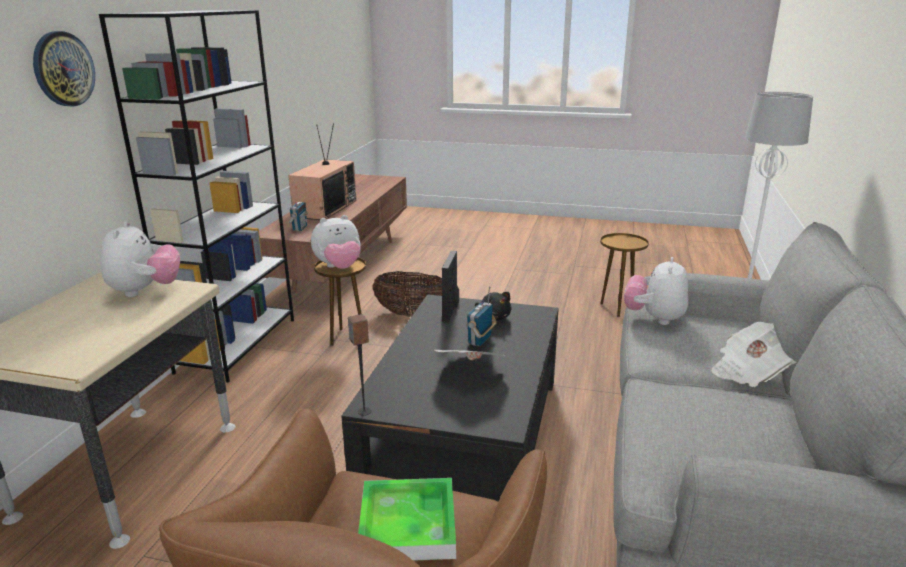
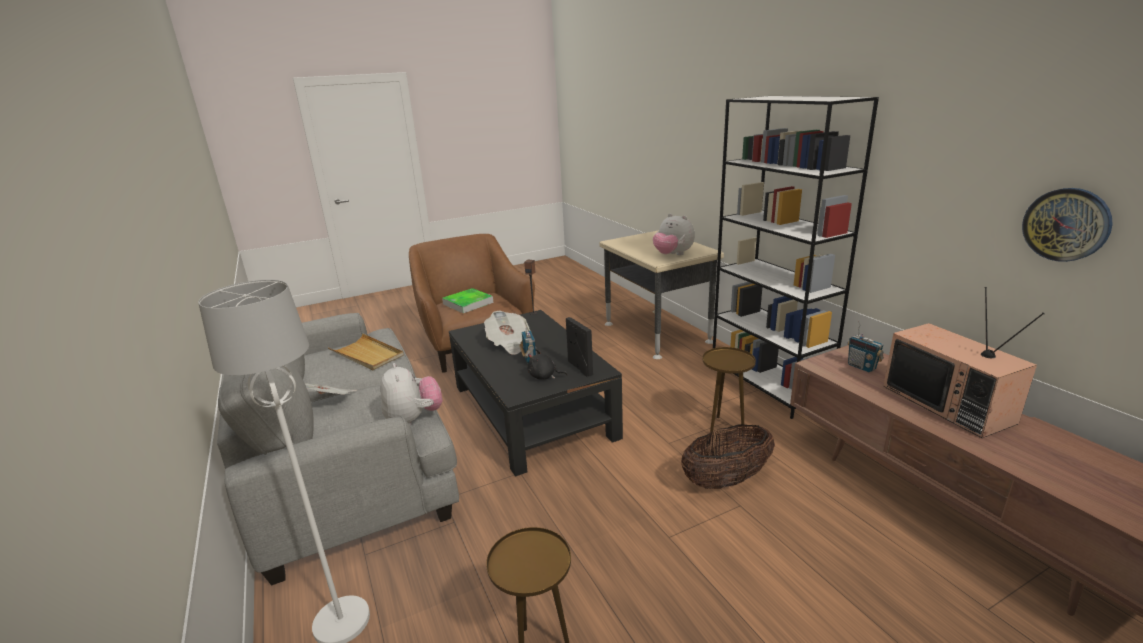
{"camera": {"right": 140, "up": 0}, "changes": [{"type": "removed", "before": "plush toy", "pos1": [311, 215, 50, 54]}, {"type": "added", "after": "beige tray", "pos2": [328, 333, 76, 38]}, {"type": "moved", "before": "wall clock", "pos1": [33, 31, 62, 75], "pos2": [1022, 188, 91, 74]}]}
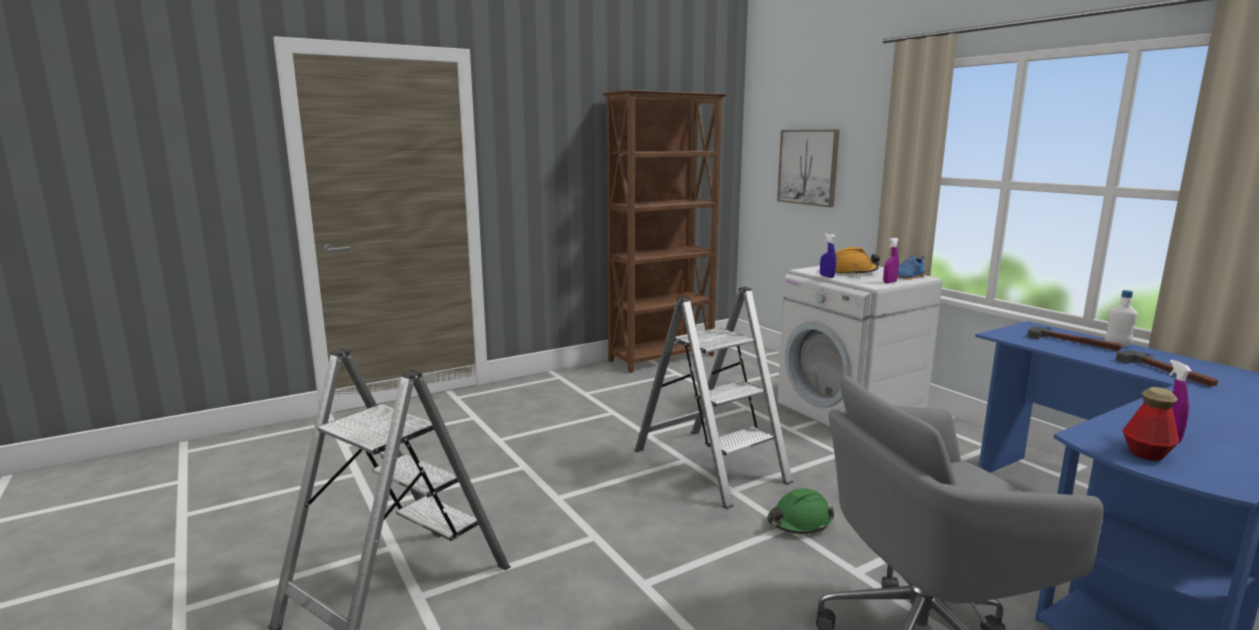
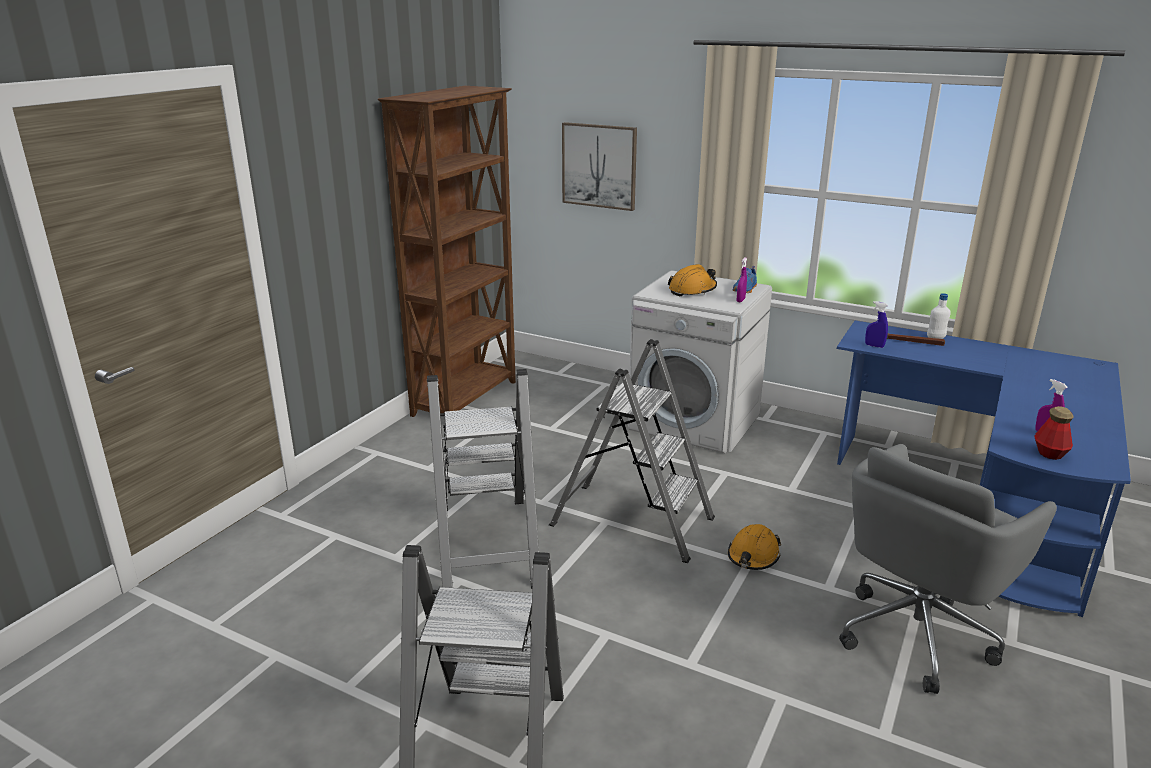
{"camera": {"right": -30, "up": 10}, "changes": [{"type": "removed", "before": "hammer", "pos1": [1116, 350, 102, 36]}, {"type": "added", "after": "grey step ladder", "pos2": [427, 369, 112, 220]}, {"type": "moved", "before": "blue spray bottle", "pos1": [820, 233, 16, 45], "pos2": [865, 301, 23, 47]}, {"type": "recoloured", "before": "green hard hat", "after": "orange hard hat", "pos1": [767, 489, 67, 45], "pos2": [728, 524, 53, 46]}]}
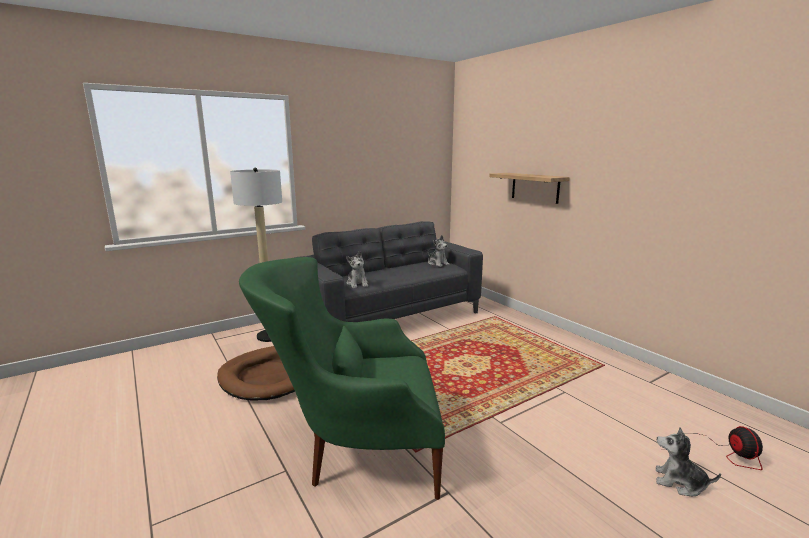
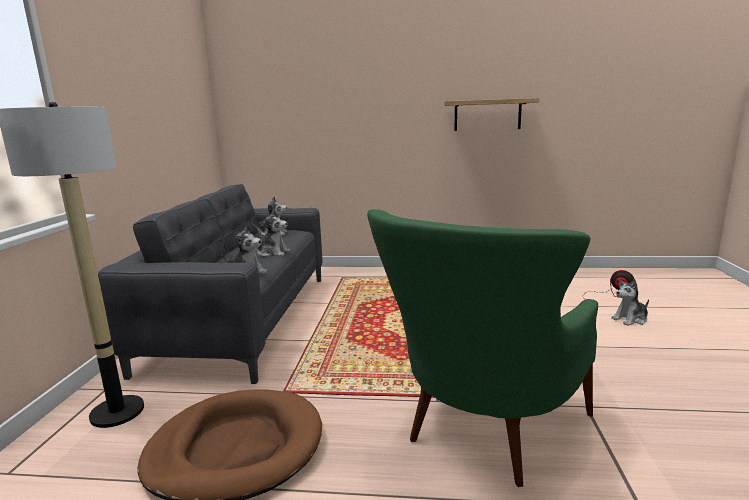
{"camera": {"right": -50, "up": 0}, "changes": [{"type": "added", "after": "plush toy", "pos2": [255, 209, 35, 48]}, {"type": "moved", "before": "shelf", "pos1": [489, 173, 81, 31], "pos2": [444, 98, 96, 33]}]}
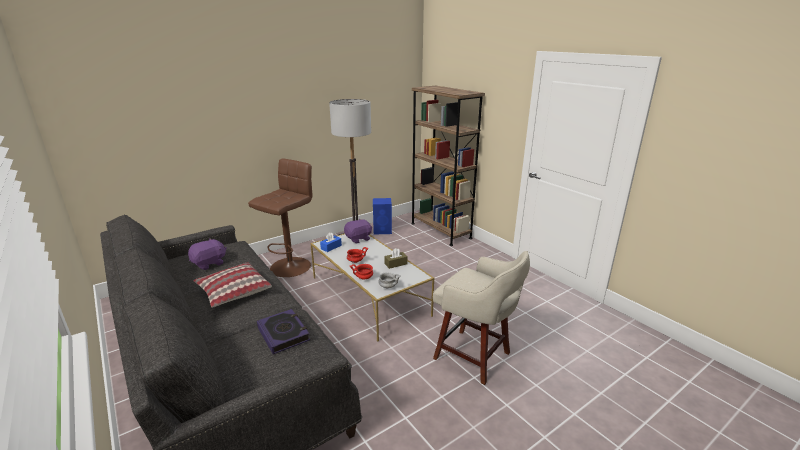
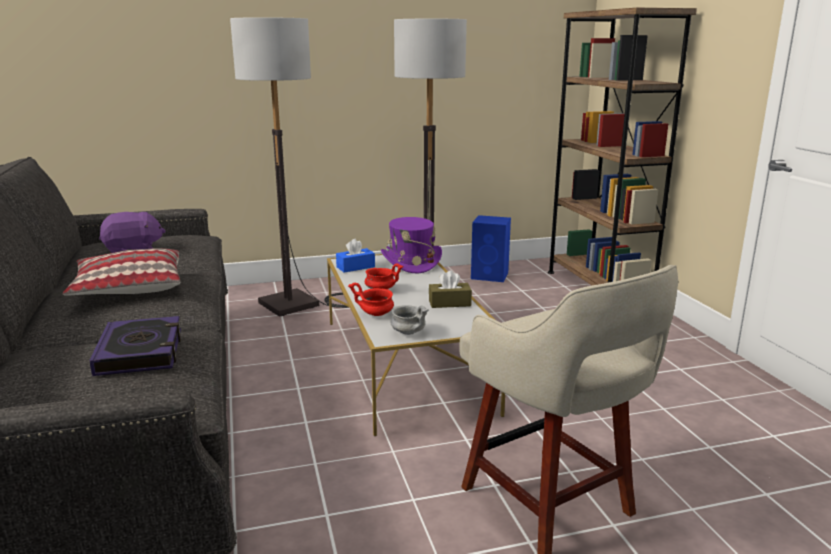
{"camera": {"right": 20, "up": -5}, "changes": [{"type": "replaced", "before": "brown stool", "after": "floor lamp", "pos1": [248, 158, 64, 119], "pos2": [230, 17, 118, 300]}, {"type": "replaced", "before": "purple plush toy", "after": "purple hat", "pos1": [344, 218, 28, 26], "pos2": [381, 217, 61, 56]}]}
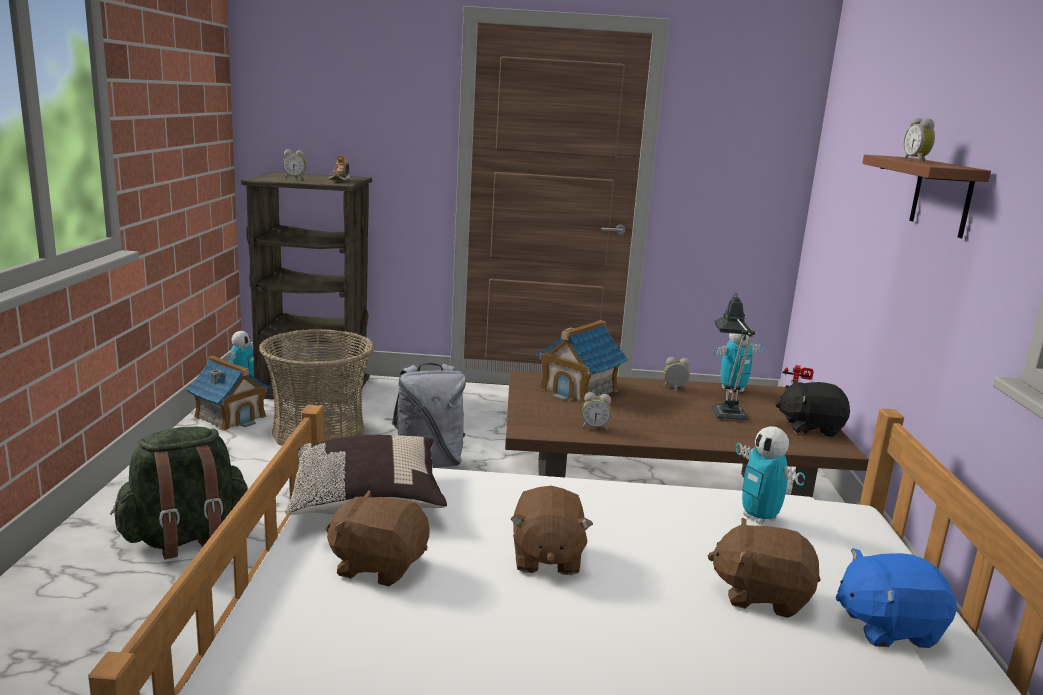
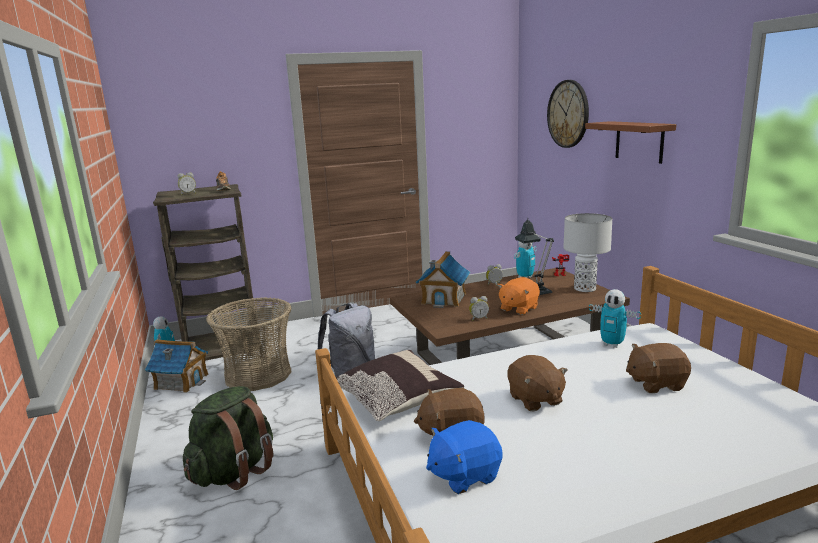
{"camera": {"right": -20, "up": 0}, "changes": [{"type": "removed", "before": "alarm clock", "pos1": [904, 118, 31, 44]}, {"type": "added", "after": "orange plush toy", "pos2": [497, 277, 43, 38]}, {"type": "added", "after": "wall clock", "pos2": [547, 80, 42, 68]}, {"type": "moved", "before": "blue plush toy", "pos1": [836, 548, 120, 100], "pos2": [426, 420, 77, 74]}, {"type": "replaced", "before": "black plush toy", "after": "white table lamp", "pos1": [776, 380, 74, 57], "pos2": [563, 213, 49, 79]}]}
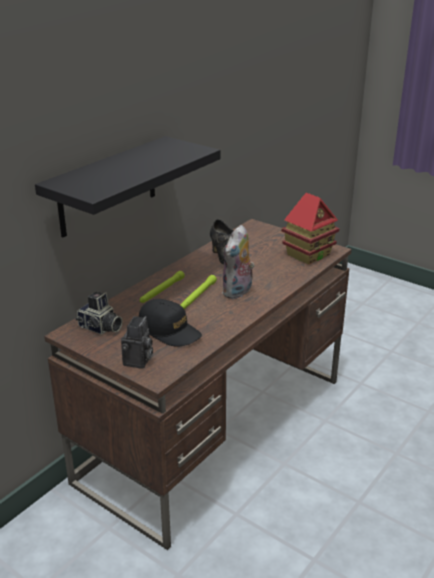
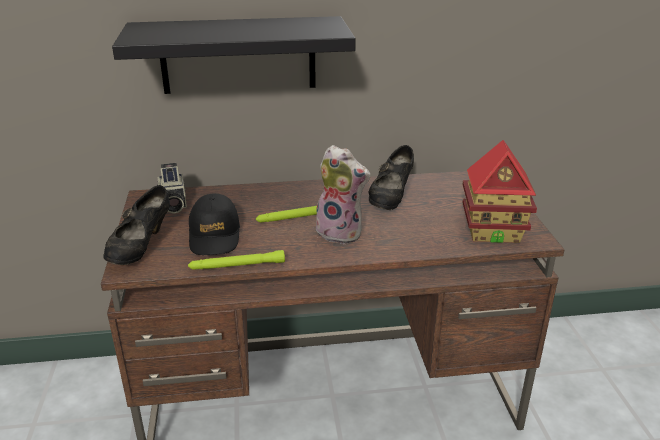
{"camera": {"right": 45, "up": 0}, "changes": [{"type": "moved", "before": "green flashlight", "pos1": [140, 271, 45, 32], "pos2": [188, 250, 97, 20]}, {"type": "replaced", "before": "photo camera", "after": "black shoe", "pos1": [121, 316, 32, 53], "pos2": [103, 185, 67, 80]}, {"type": "turned", "before": "plush toy", "pos1": [222, 225, 33, 74], "pos2": [316, 145, 54, 99], "turn": -135}]}
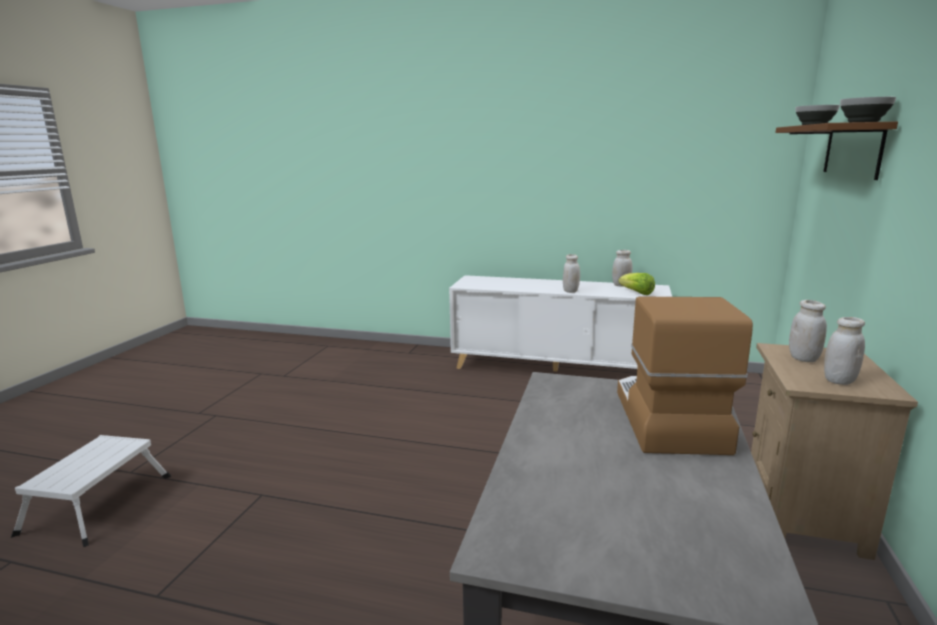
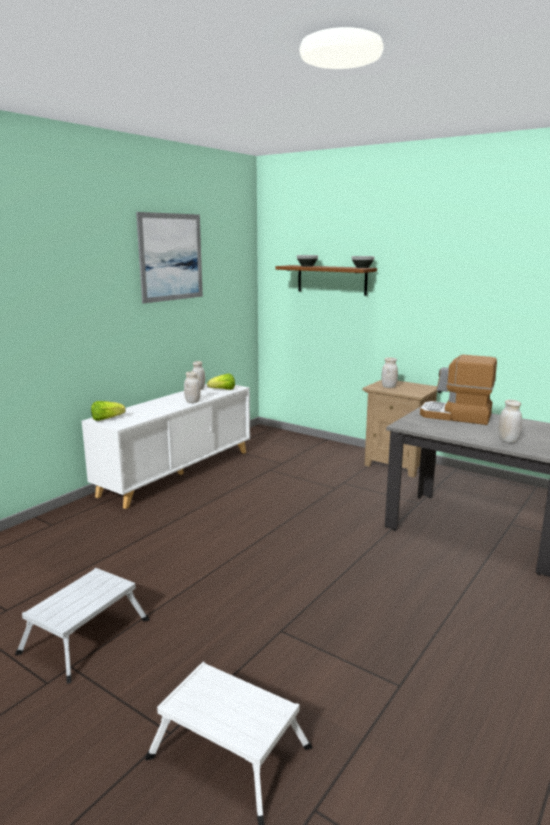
{"camera": {"right": -70, "up": 0}, "changes": [{"type": "added", "after": "white step ladder", "pos2": [15, 568, 134, 116]}, {"type": "added", "after": "lettuce", "pos2": [91, 401, 35, 20]}, {"type": "added", "after": "picture", "pos2": [136, 212, 67, 91]}, {"type": "moved", "before": "white jar", "pos1": [824, 317, 41, 68], "pos2": [498, 400, 24, 43]}]}
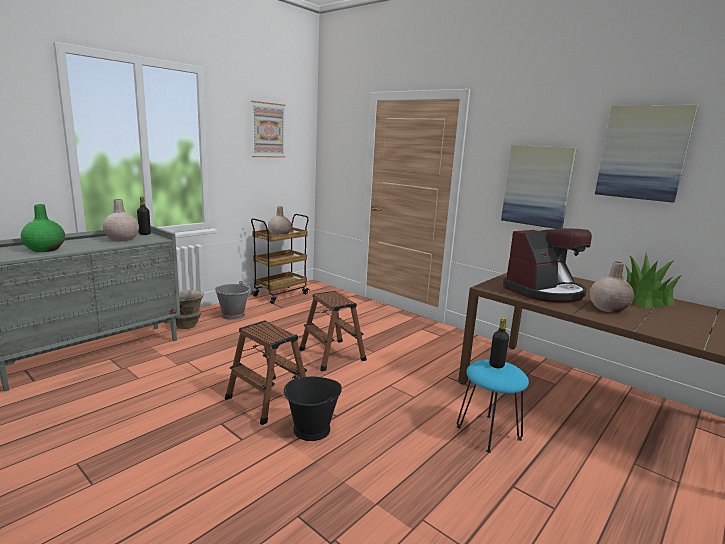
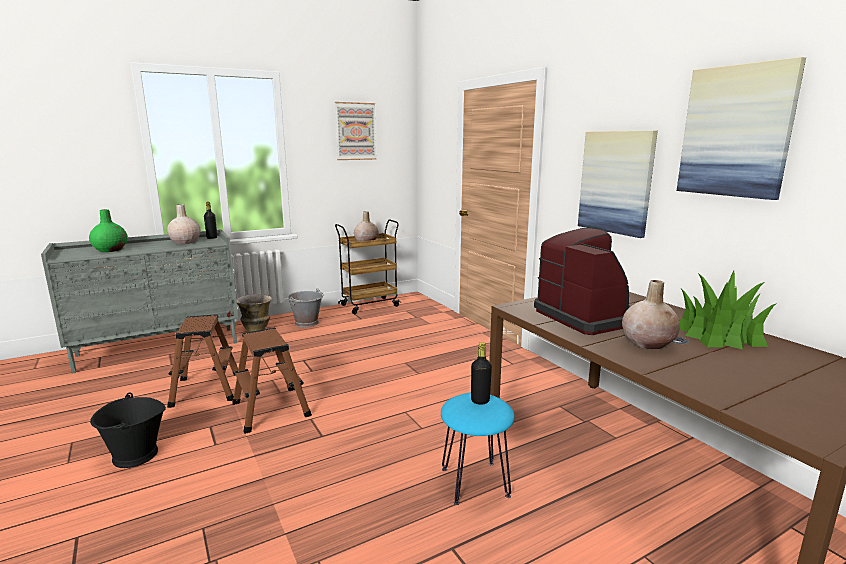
{"camera": {"right": 20, "up": 0}, "changes": [{"type": "moved", "before": "black bucket", "pos1": [284, 374, 58, 67], "pos2": [90, 393, 76, 75]}, {"type": "moved", "before": "brown step ladder", "pos1": [299, 291, 68, 80], "pos2": [167, 314, 71, 94]}, {"type": "turned", "before": "coffee machine", "pos1": [503, 228, 89, 75], "pos2": [534, 228, 97, 107], "turn": -105}]}
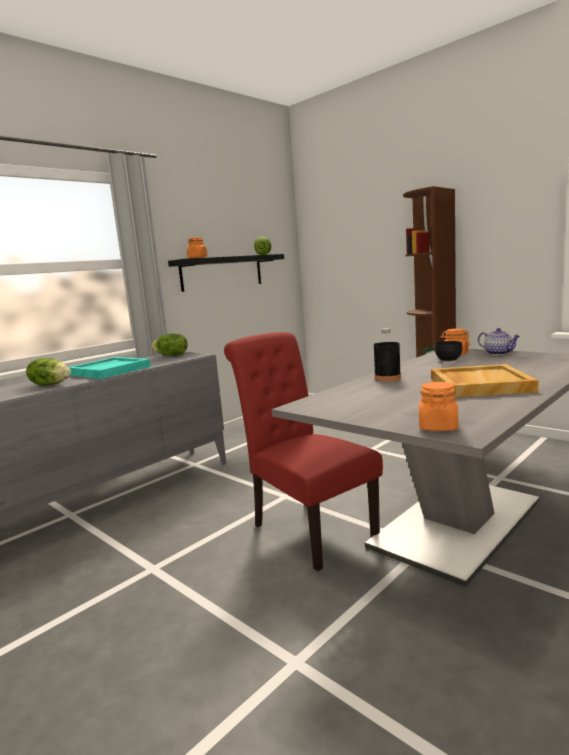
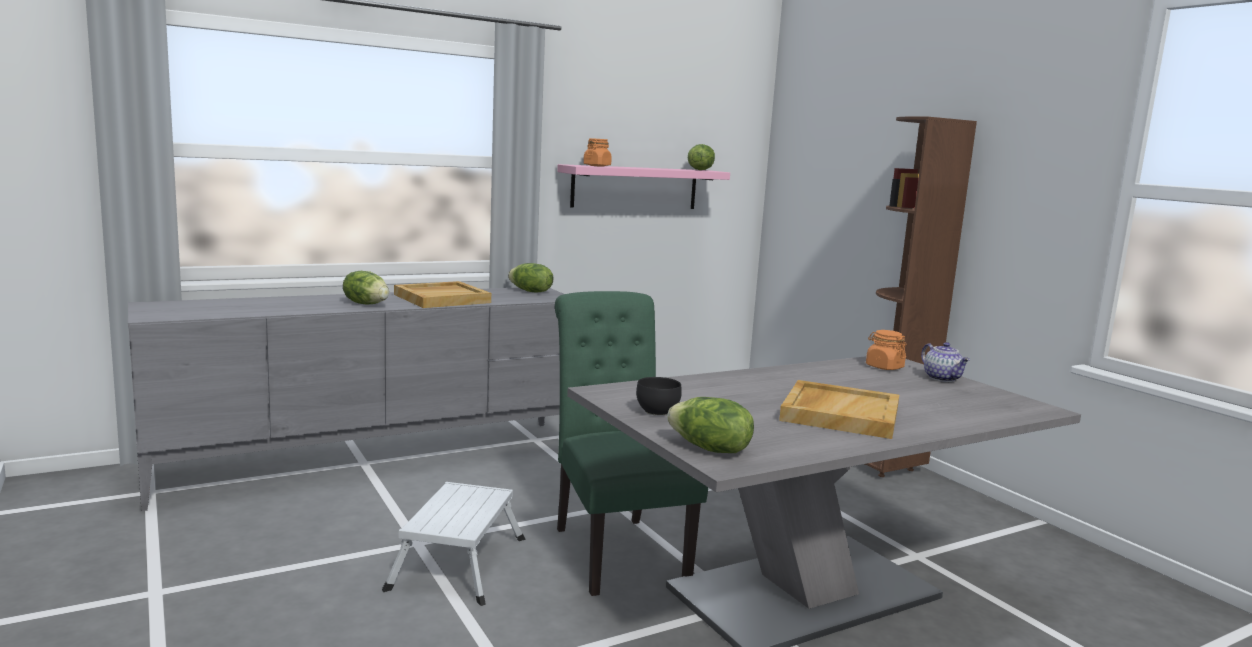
{"camera": {"right": 15, "up": 0}, "changes": [{"type": "removed", "before": "black bottle", "pos1": [374, 328, 27, 53]}, {"type": "added", "after": "white step ladder", "pos2": [382, 482, 144, 124]}, {"type": "moved", "before": "black bowl", "pos1": [435, 341, 27, 21], "pos2": [636, 377, 46, 39]}, {"type": "replaced", "before": "orange jar", "after": "lettuce", "pos1": [419, 382, 39, 49], "pos2": [667, 397, 87, 56]}, {"type": "recoloured", "before": "turquoise tray", "after": "beige tray", "pos1": [69, 357, 82, 22], "pos2": [394, 281, 97, 27]}, {"type": "recoloured", "before": "black shelf", "after": "pink shelf", "pos1": [168, 254, 116, 38], "pos2": [557, 164, 173, 45]}, {"type": "recoloured", "before": "red chair", "after": "green chair", "pos1": [224, 332, 159, 239], "pos2": [555, 291, 153, 305]}]}
